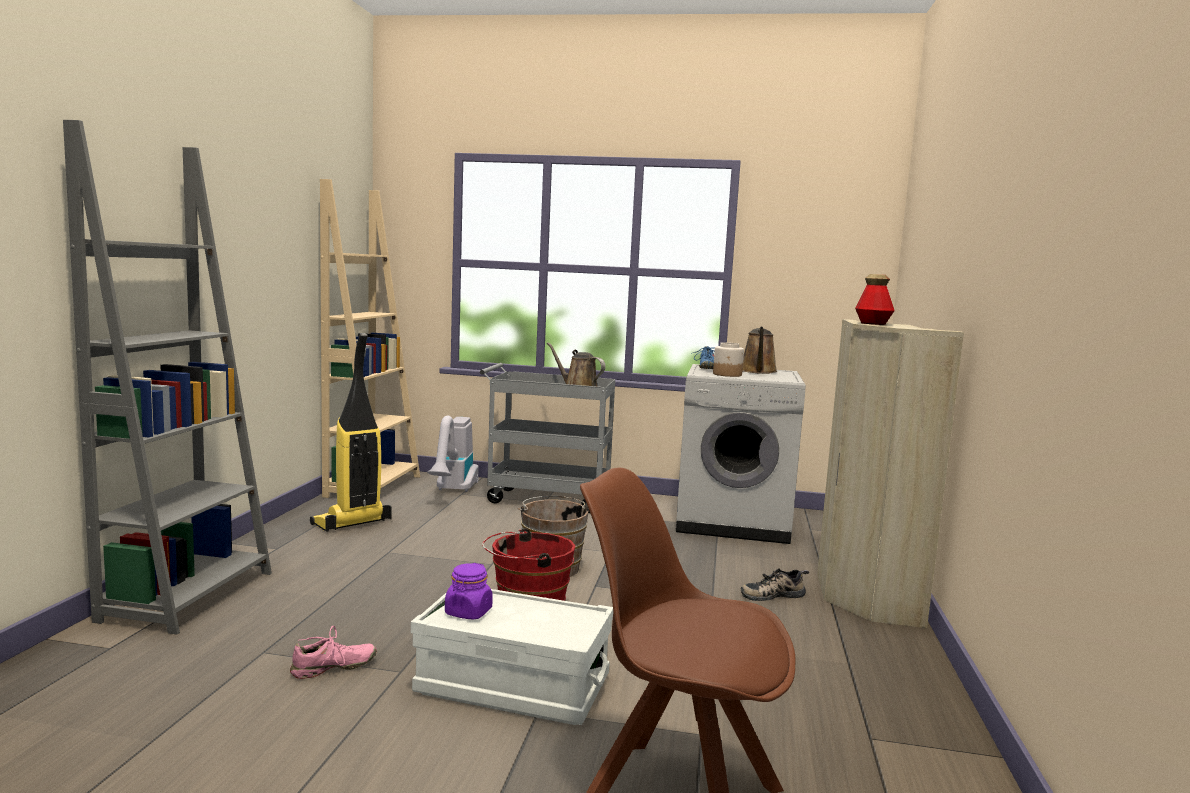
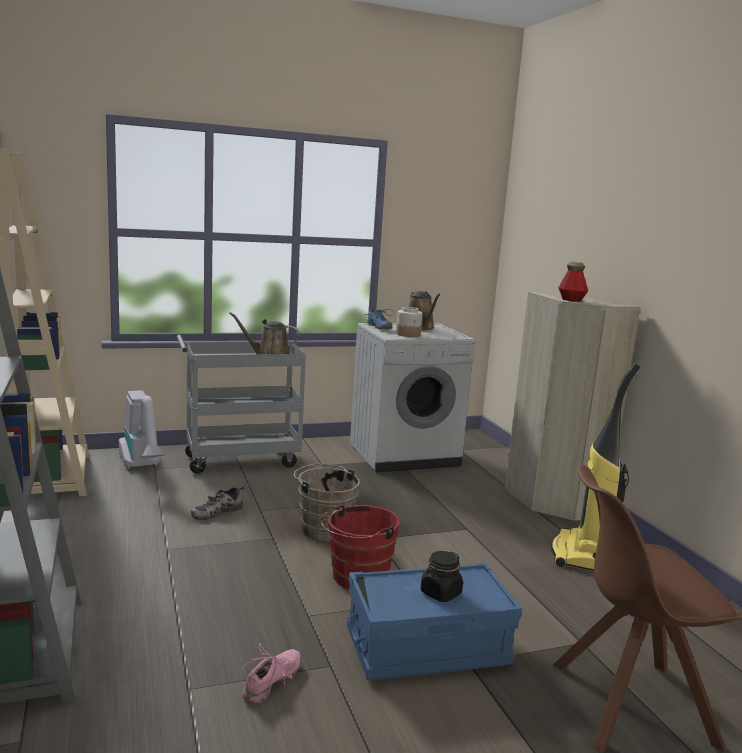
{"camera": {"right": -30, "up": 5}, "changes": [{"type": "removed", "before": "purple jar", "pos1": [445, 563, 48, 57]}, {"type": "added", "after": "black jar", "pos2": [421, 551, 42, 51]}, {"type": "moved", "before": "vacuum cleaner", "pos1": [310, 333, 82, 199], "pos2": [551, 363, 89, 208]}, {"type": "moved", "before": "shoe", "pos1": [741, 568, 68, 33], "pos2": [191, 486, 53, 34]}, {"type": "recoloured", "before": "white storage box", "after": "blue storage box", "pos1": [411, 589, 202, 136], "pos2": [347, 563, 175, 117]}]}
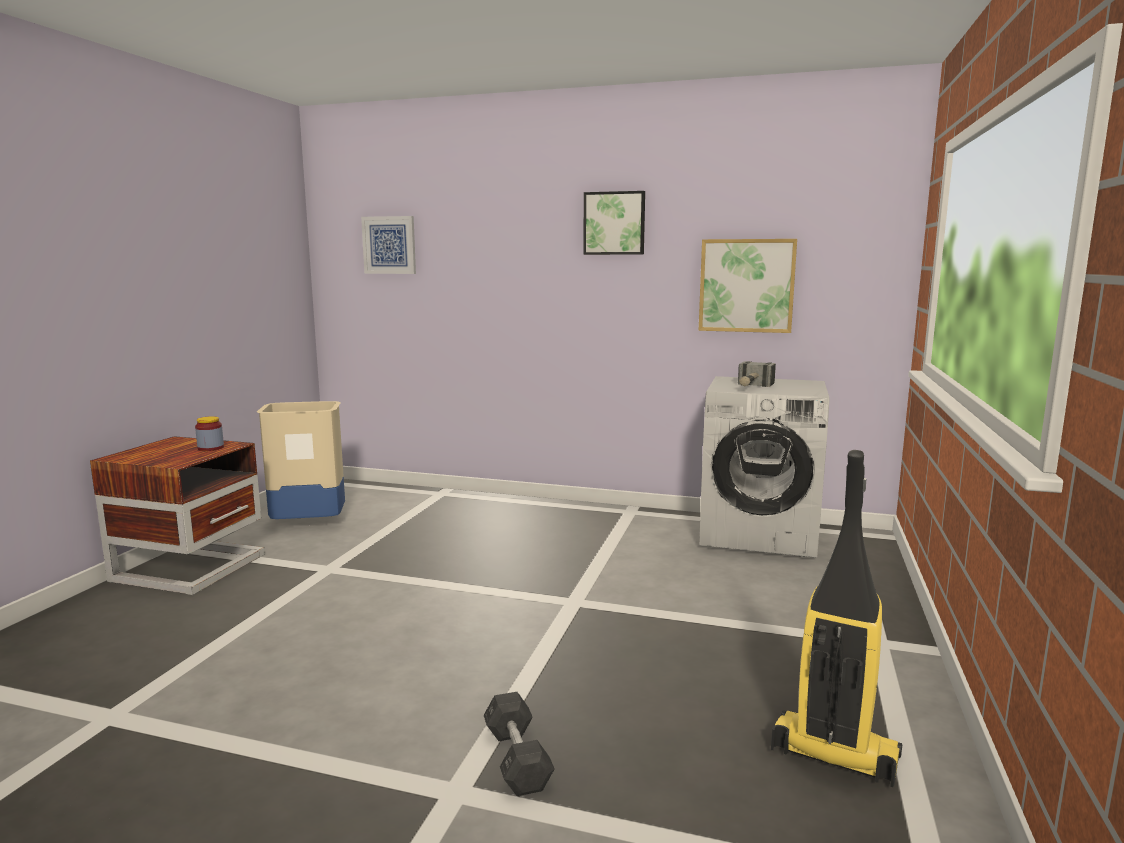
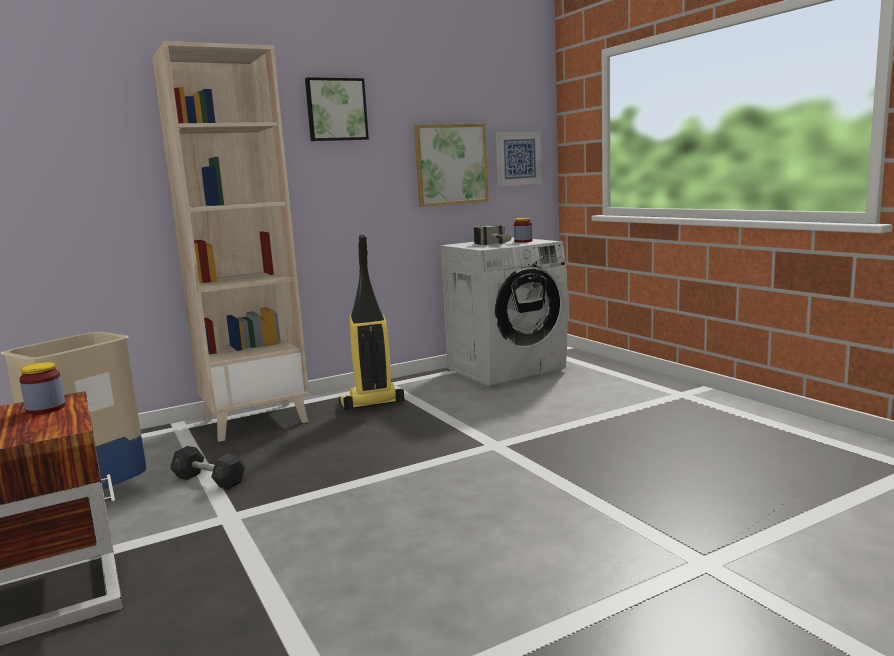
{"camera": {"right": -45, "up": 0}, "changes": [{"type": "added", "after": "beige bookcase", "pos2": [152, 41, 157, 401]}, {"type": "added", "after": "jar", "pos2": [514, 218, 18, 25]}, {"type": "moved", "before": "picture", "pos1": [361, 216, 55, 58], "pos2": [496, 131, 46, 55]}, {"type": "moved", "before": "grey dumbbell", "pos1": [484, 692, 70, 104], "pos2": [170, 446, 75, 43]}, {"type": "moved", "before": "vacuum cleaner", "pos1": [771, 450, 131, 337], "pos2": [339, 234, 66, 177]}]}
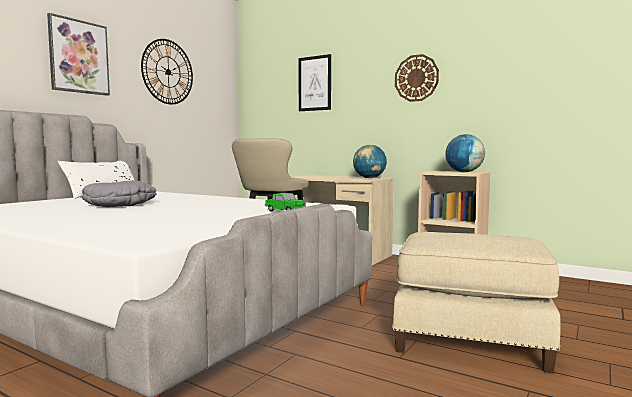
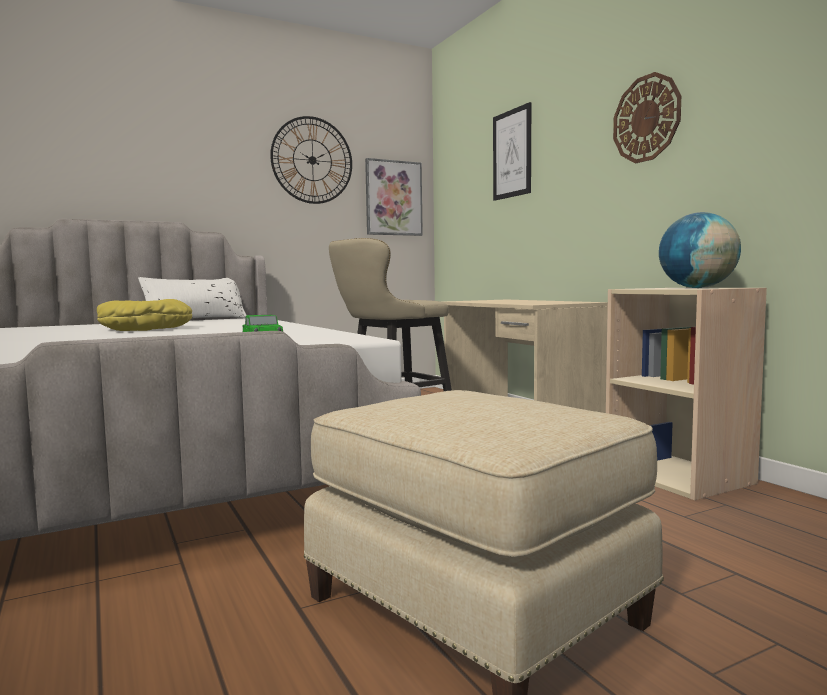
{"camera": {"right": 30, "up": 0}, "changes": [{"type": "removed", "before": "globe", "pos1": [353, 145, 34, 33]}, {"type": "moved", "before": "picture", "pos1": [47, 13, 63, 83], "pos2": [365, 158, 58, 78]}, {"type": "recoloured", "before": "grey pillow", "after": "yellow pillow", "pos1": [82, 180, 74, 27], "pos2": [97, 299, 95, 32]}]}
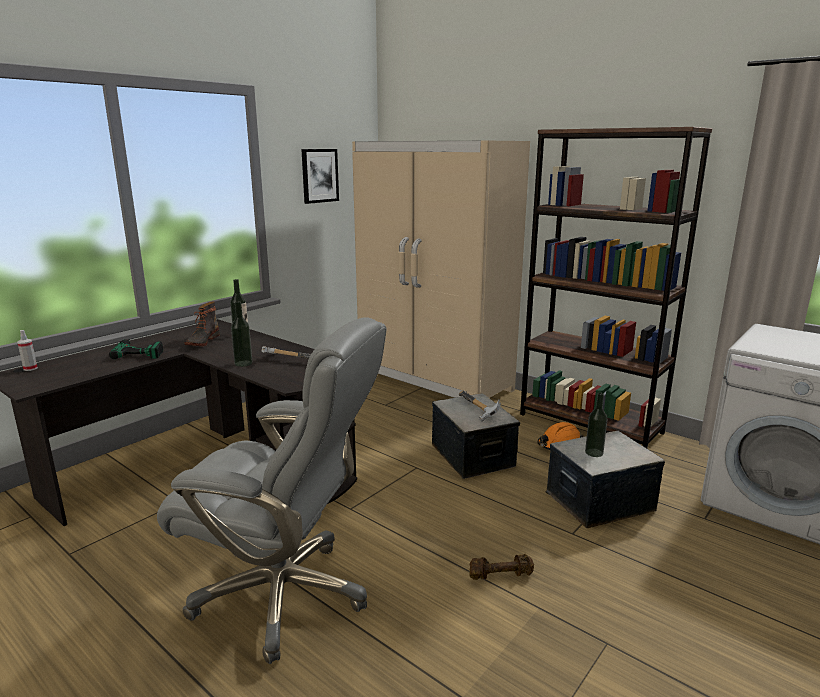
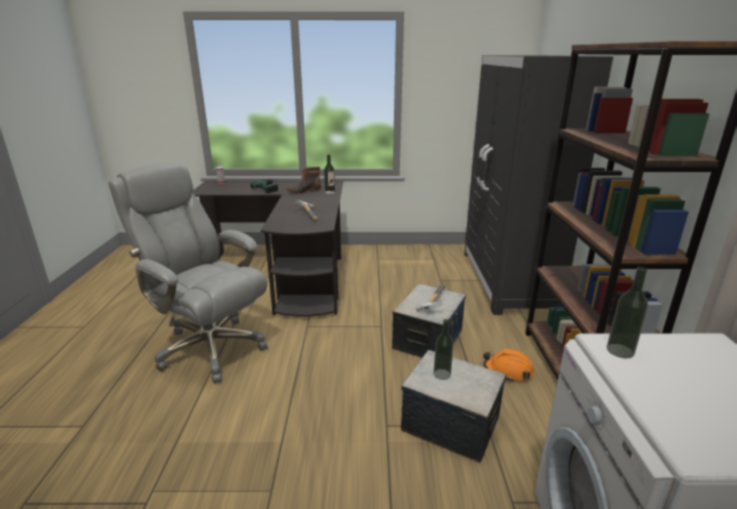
{"camera": {"right": 50, "up": 5}, "changes": [{"type": "removed", "before": "picture", "pos1": [301, 149, 38, 55]}, {"type": "removed", "before": "brown dumbbell", "pos1": [469, 554, 65, 26]}, {"type": "moved", "before": "bottle", "pos1": [231, 301, 22, 66], "pos2": [607, 267, 41, 91]}, {"type": "recoloured", "before": "beige cabinet", "after": "black cabinet", "pos1": [352, 141, 178, 257], "pos2": [464, 55, 149, 260]}, {"type": "turned", "before": "grey office chair", "pos1": [157, 318, 230, 346], "pos2": [108, 162, 159, 222], "turn": 150}]}
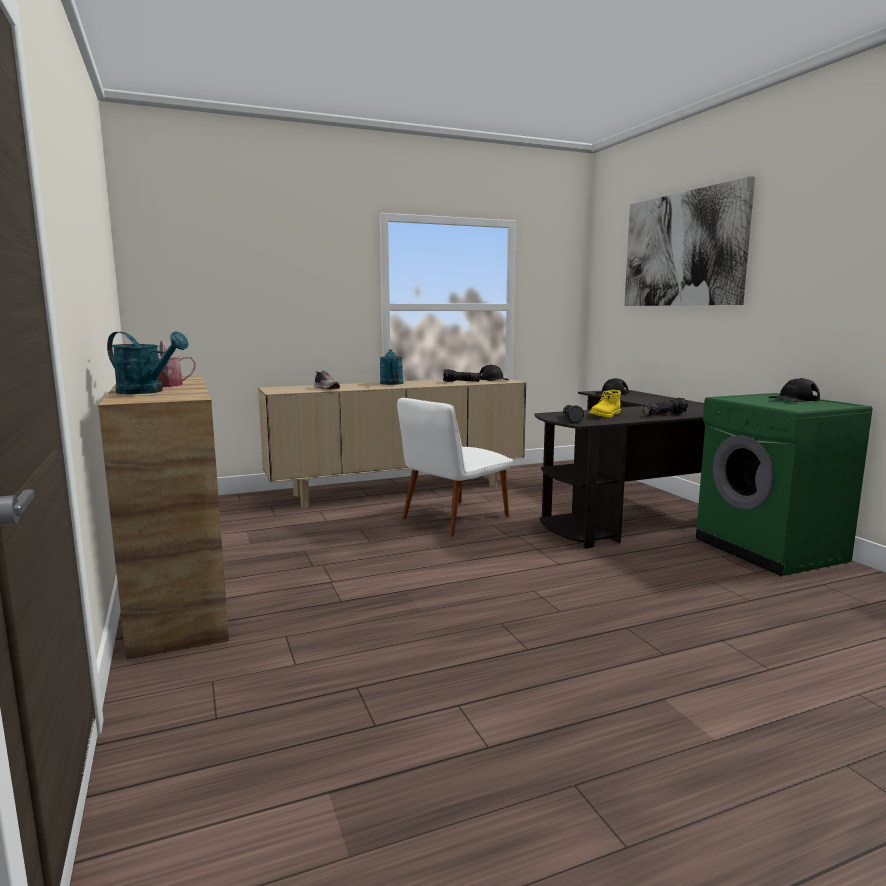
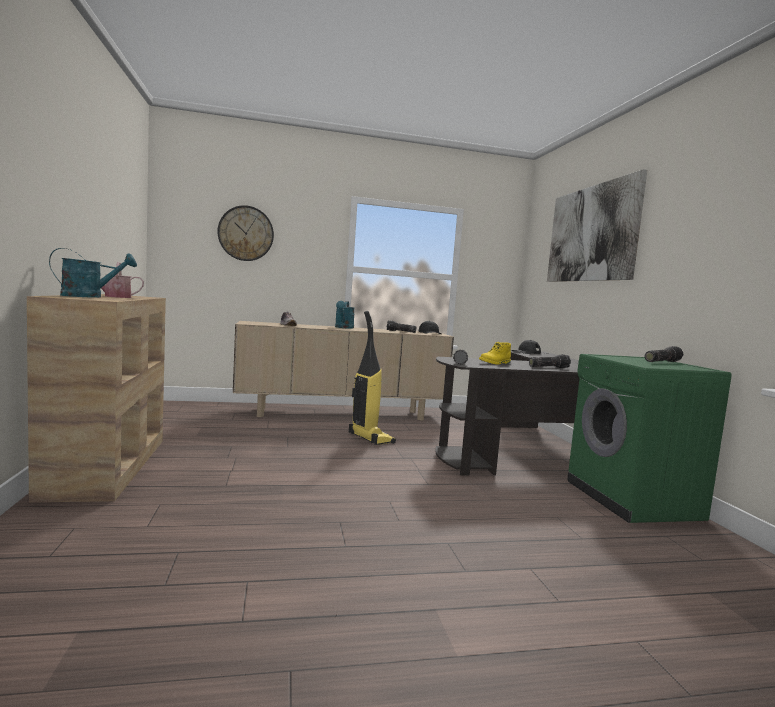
{"camera": {"right": 10, "up": -5}, "changes": [{"type": "added", "after": "wall clock", "pos2": [217, 205, 57, 56]}, {"type": "replaced", "before": "white chair", "after": "vacuum cleaner", "pos1": [397, 398, 116, 138], "pos2": [349, 311, 47, 134]}, {"type": "replaced", "before": "black cap", "after": "flashlight", "pos1": [768, 378, 52, 24], "pos2": [645, 346, 38, 16]}, {"type": "turned", "before": "turquoise watering can", "pos1": [107, 331, 81, 63], "pos2": [49, 248, 88, 50], "turn": -60}]}
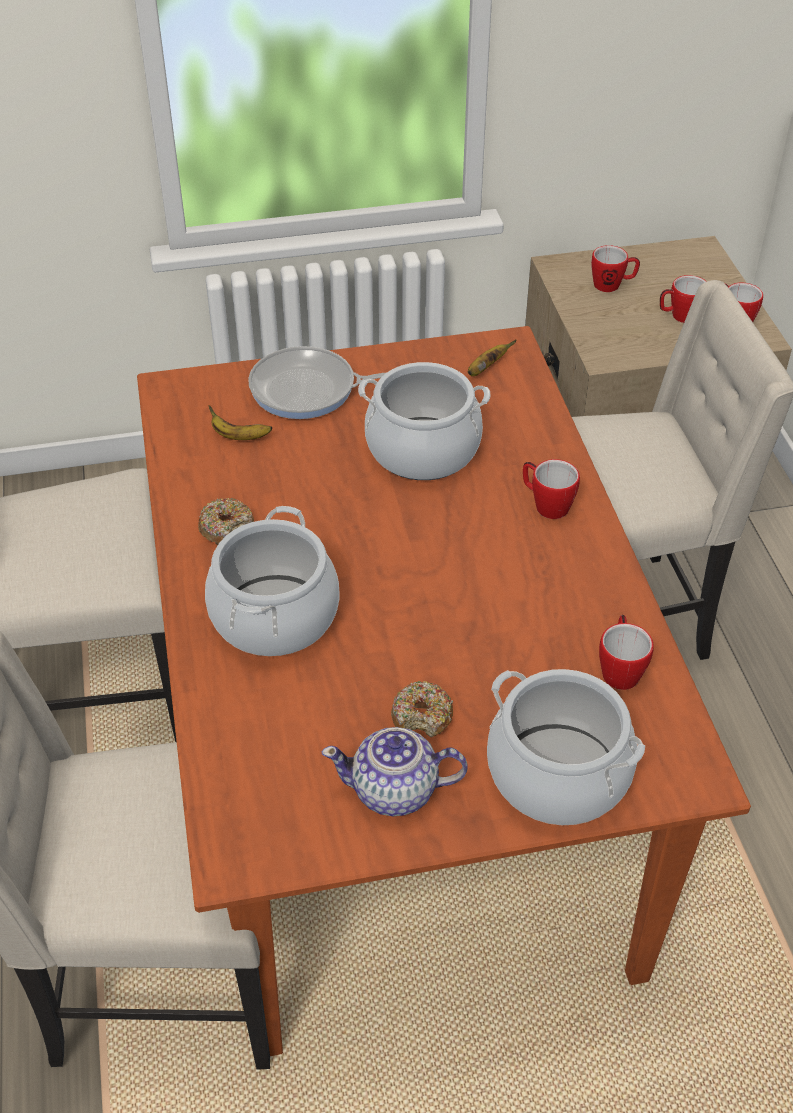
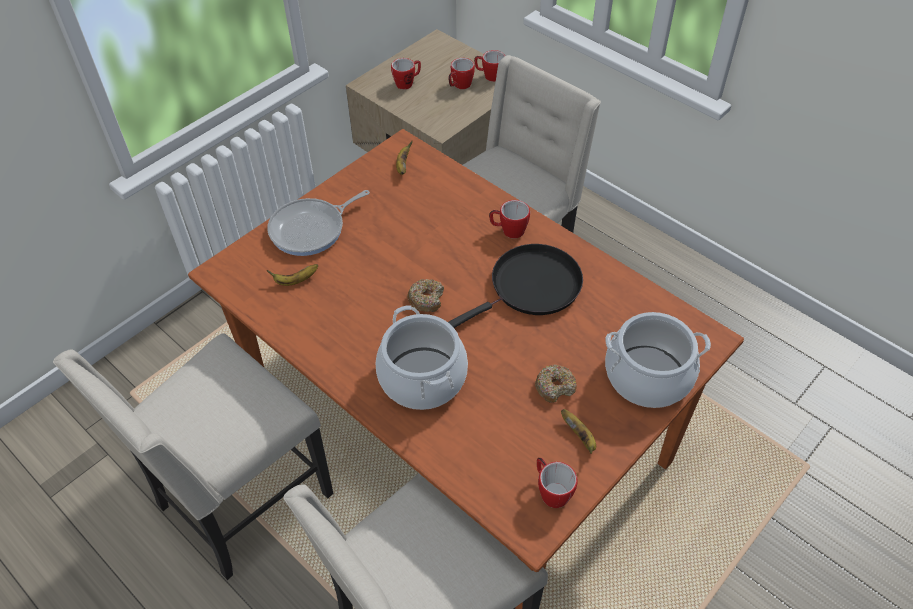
{"camera": {"right": -35, "up": 5}, "changes": [{"type": "removed", "before": "cooking pot", "pos1": [358, 362, 133, 118]}, {"type": "added", "after": "black frying pan", "pos2": [448, 244, 135, 84]}, {"type": "moved", "before": "donut", "pos1": [198, 498, 56, 47], "pos2": [407, 279, 37, 33]}, {"type": "moved", "before": "mug", "pos1": [599, 615, 55, 75], "pos2": [537, 458, 41, 50]}, {"type": "replaced", "before": "teapot", "after": "banana", "pos1": [322, 727, 146, 89], "pos2": [561, 409, 35, 45]}]}
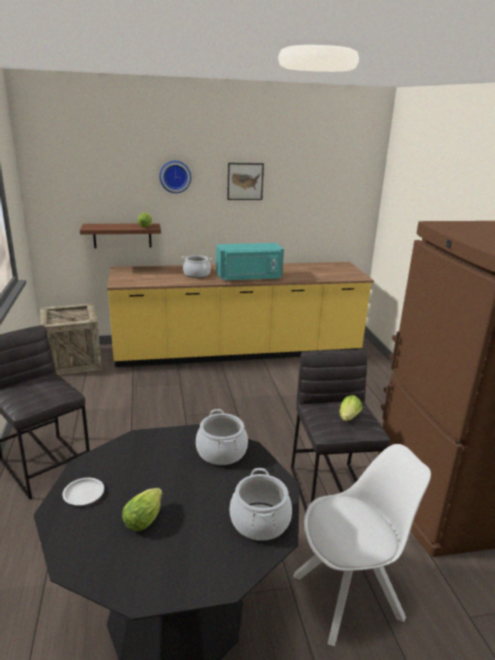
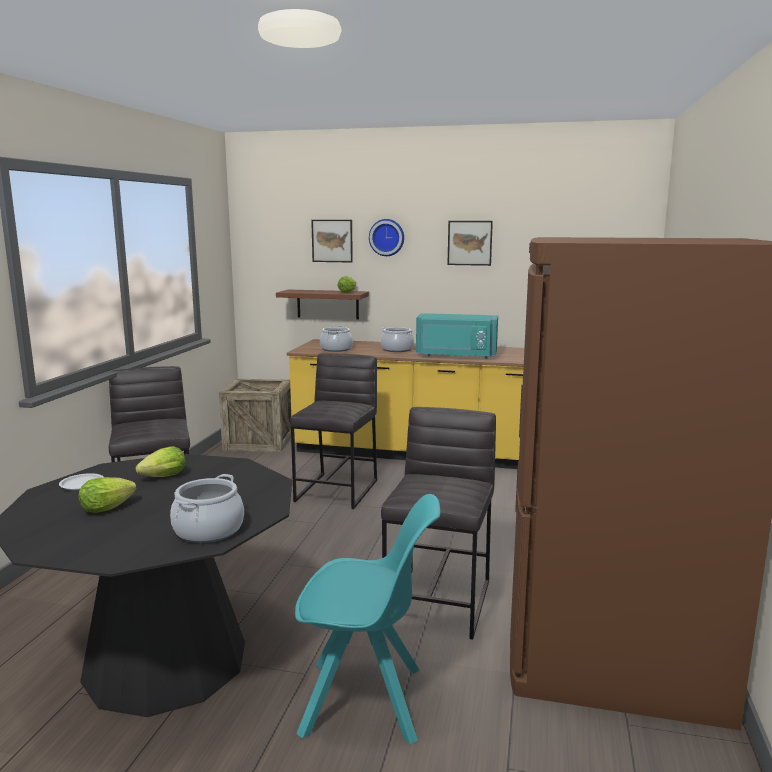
{"camera": {"right": 25, "up": -10}, "changes": [{"type": "added", "after": "grey stool", "pos2": [290, 353, 87, 156]}, {"type": "added", "after": "picture", "pos2": [311, 220, 42, 43]}, {"type": "moved", "before": "cooking pot", "pos1": [196, 409, 52, 57], "pos2": [320, 326, 33, 26]}, {"type": "moved", "before": "lettuce", "pos1": [340, 395, 23, 26], "pos2": [135, 446, 50, 31]}, {"type": "recoloured", "before": "white chair", "after": "turquoise chair", "pos1": [293, 444, 138, 202], "pos2": [295, 494, 145, 250]}]}
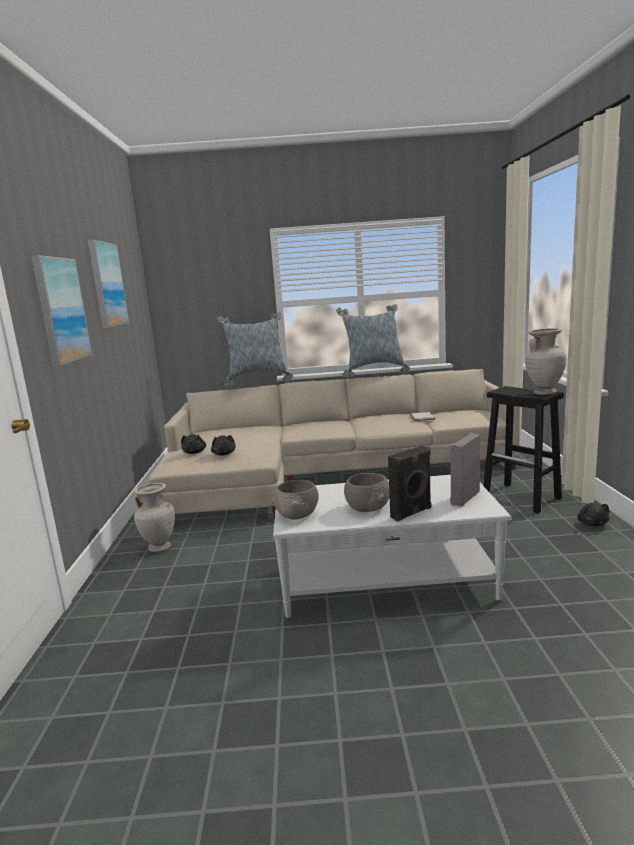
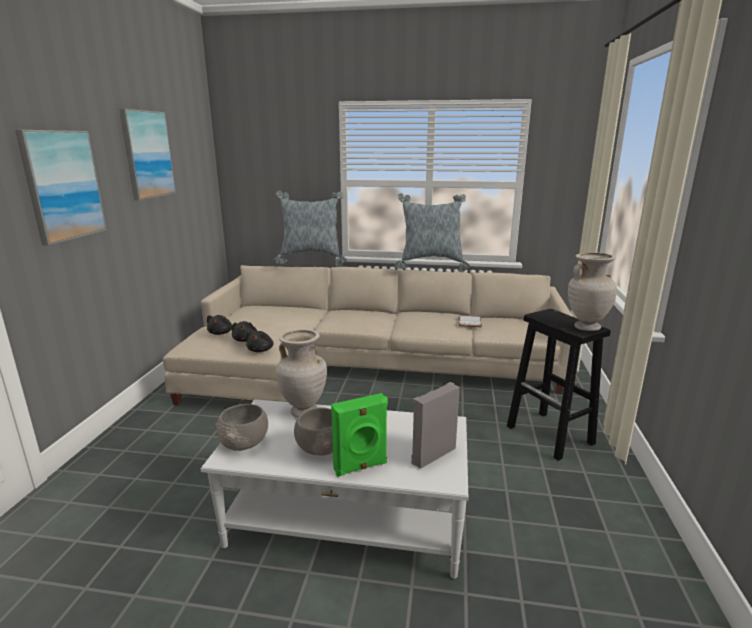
{"camera": {"right": 10, "up": 5}, "changes": [{"type": "moved", "before": "beige vase", "pos1": [134, 483, 41, 69], "pos2": [276, 330, 51, 88]}, {"type": "moved", "before": "black plush toy", "pos1": [577, 503, 33, 23], "pos2": [246, 331, 28, 21]}, {"type": "recoloured", "before": "black speaker", "after": "green speaker", "pos1": [388, 446, 43, 76], "pos2": [331, 393, 57, 84]}]}
